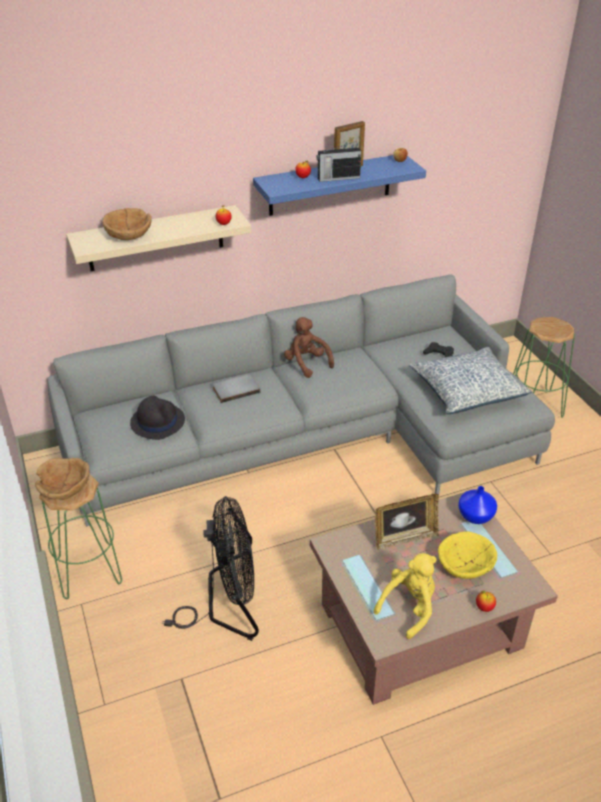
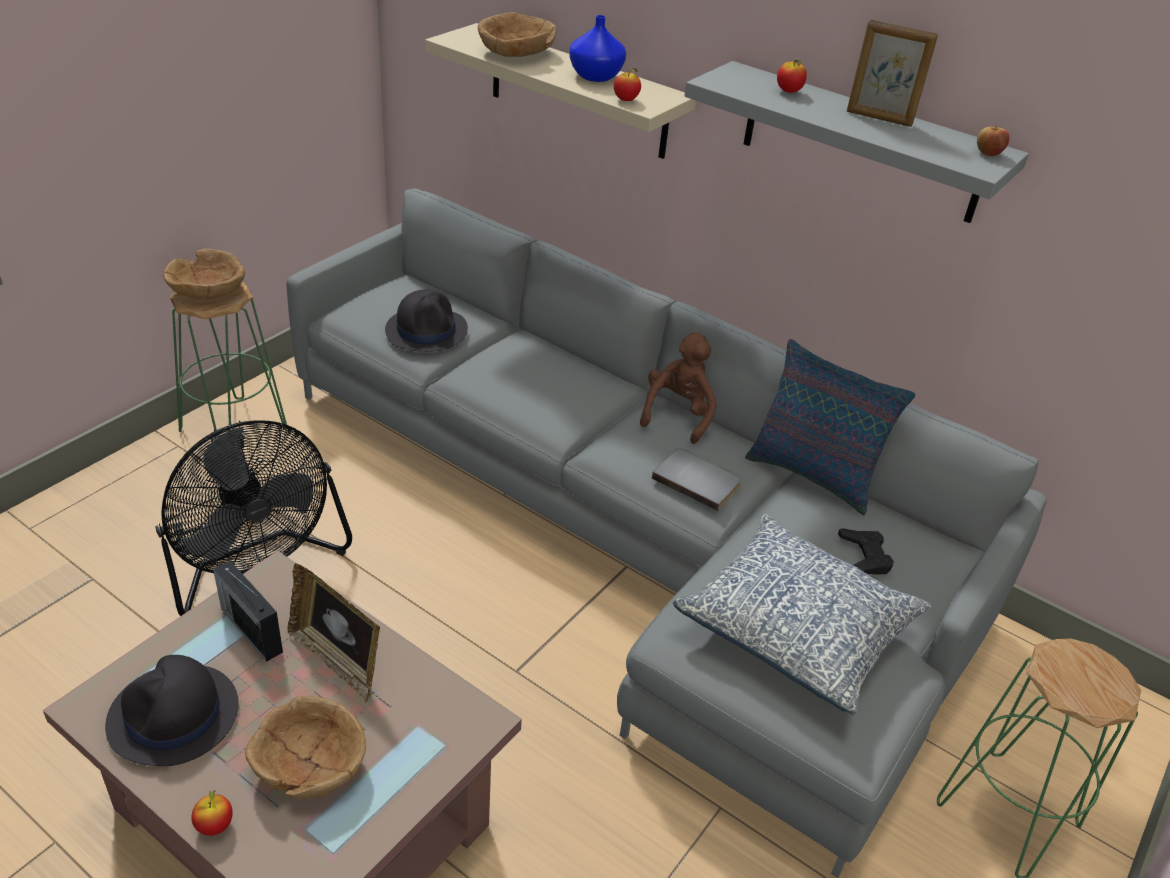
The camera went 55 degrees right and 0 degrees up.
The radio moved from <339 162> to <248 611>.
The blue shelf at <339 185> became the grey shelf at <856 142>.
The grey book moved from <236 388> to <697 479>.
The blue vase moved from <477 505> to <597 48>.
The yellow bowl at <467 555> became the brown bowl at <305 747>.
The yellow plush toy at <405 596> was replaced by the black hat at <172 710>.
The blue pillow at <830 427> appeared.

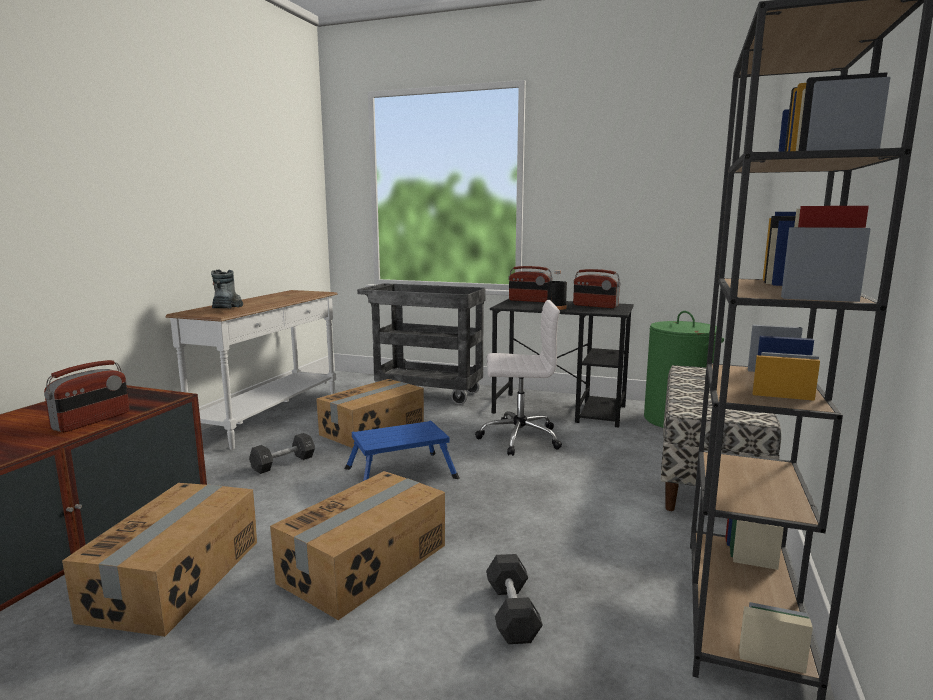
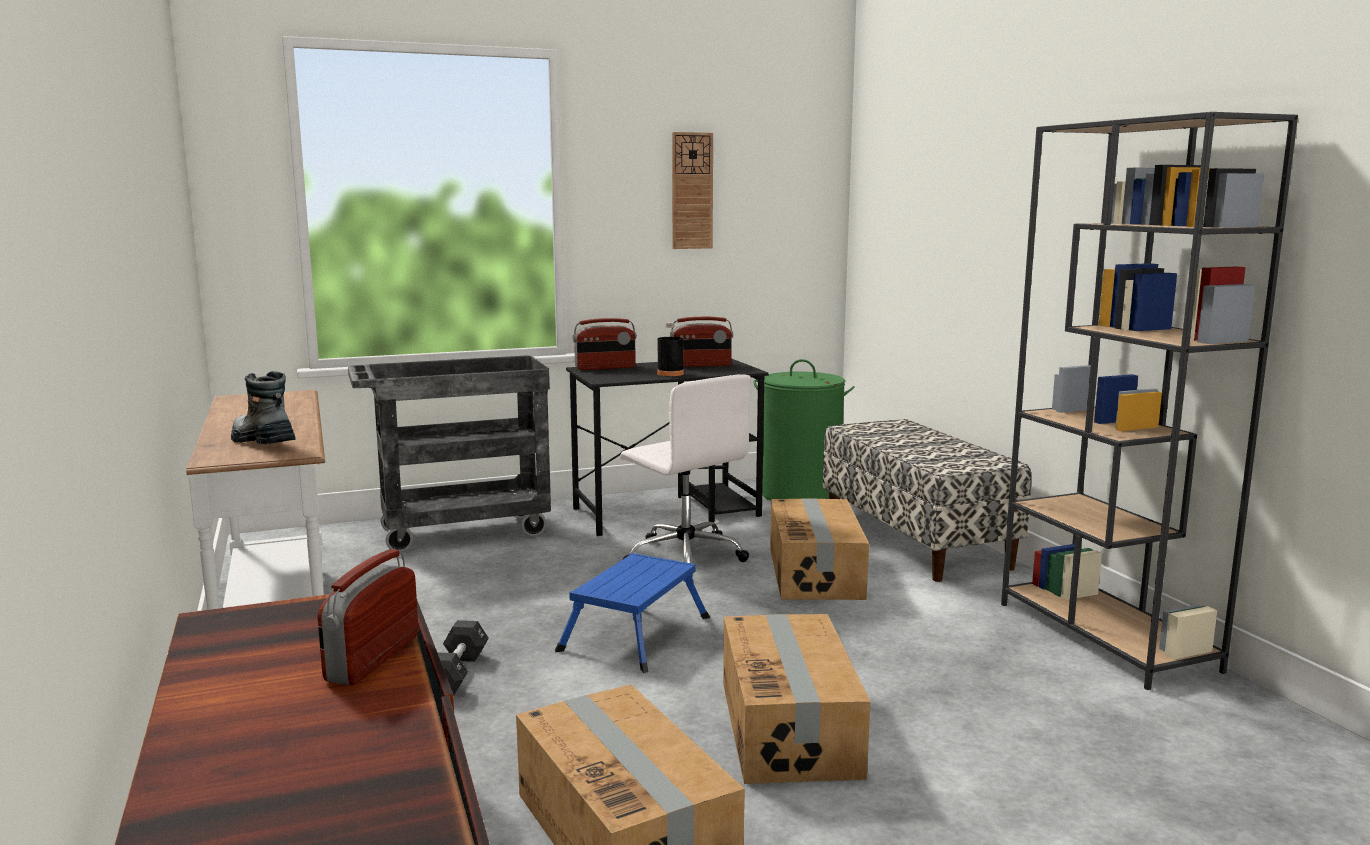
The camera went 40 degrees left and 0 degrees up.
The white office chair at <518 378> turned 90 degrees clockwise.
The radio at <86 396> turned 150 degrees counterclockwise.
The cardboard box moved from <370 413> to <819 549>.
The black dumbbell at <514 599> disappeared.
The wall clock at <692 190> appeared.

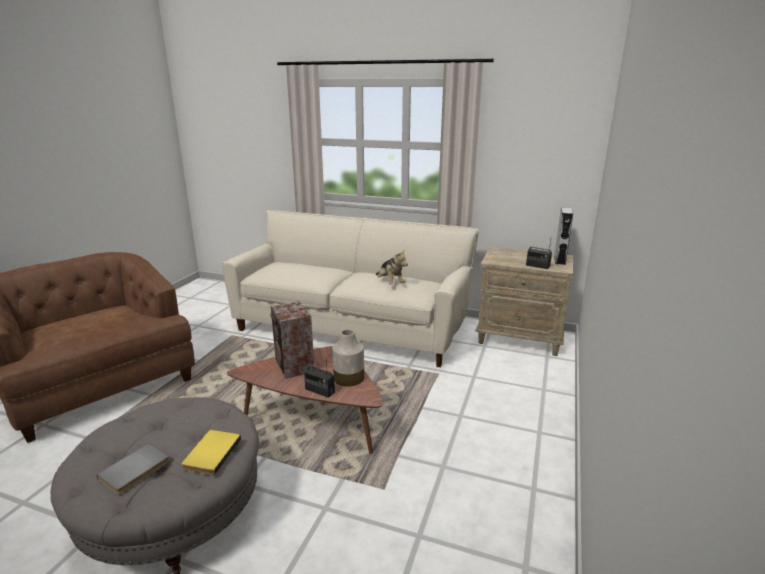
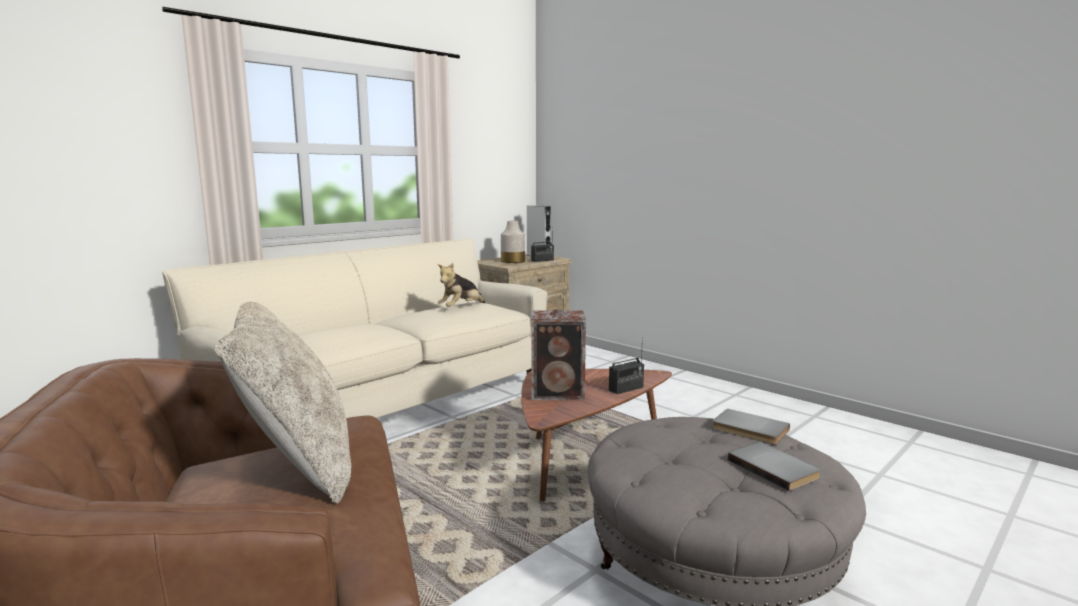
The camera went 65 degrees left and 10 degrees down.
The plush toy at <392 267> turned 135 degrees clockwise.
The beige vase moved from <348 357> to <513 242>.
The yellow book at <211 452> became the grey book at <751 427>.
The beige pillow at <282 402> appeared.

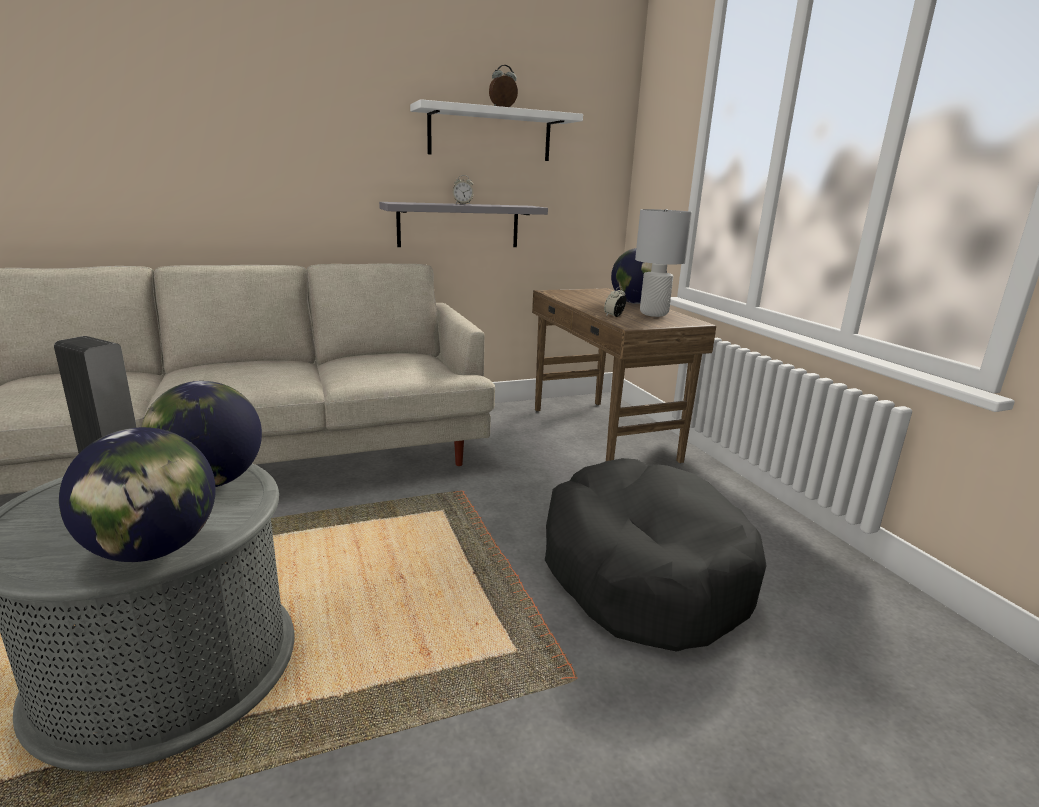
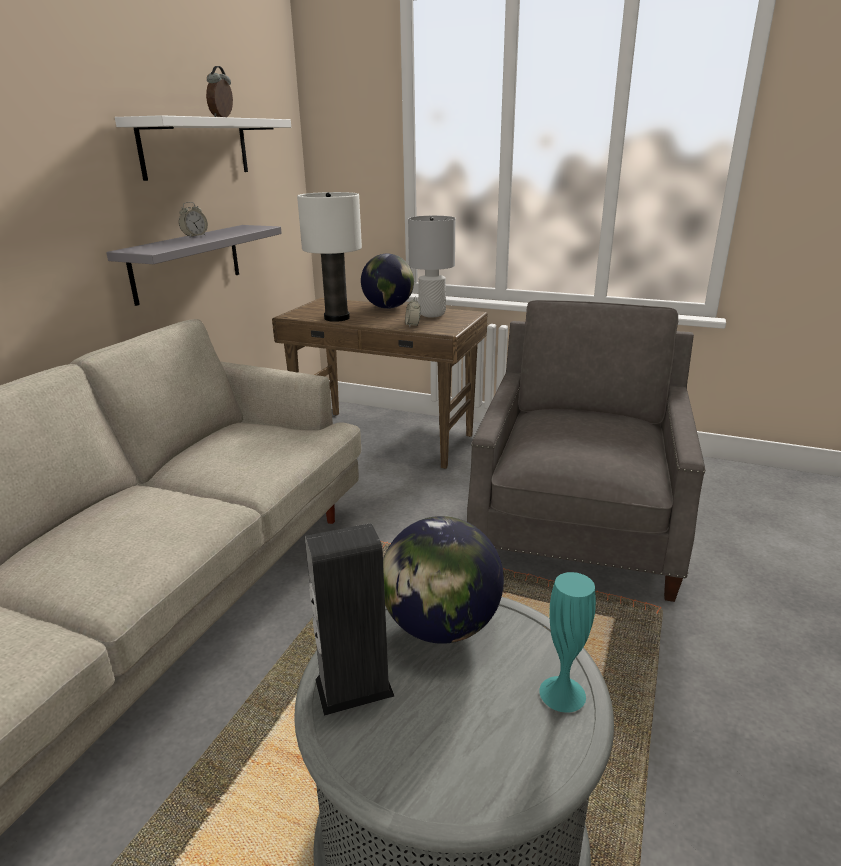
The camera went 45 degrees left and 5 degrees up.
The globe at <137 494> was replaced by the turquoise vase at <567 642>.
The black dog bed at <656 555> was replaced by the grey armchair at <586 451>.
The white table lamp at <329 257> appeared.

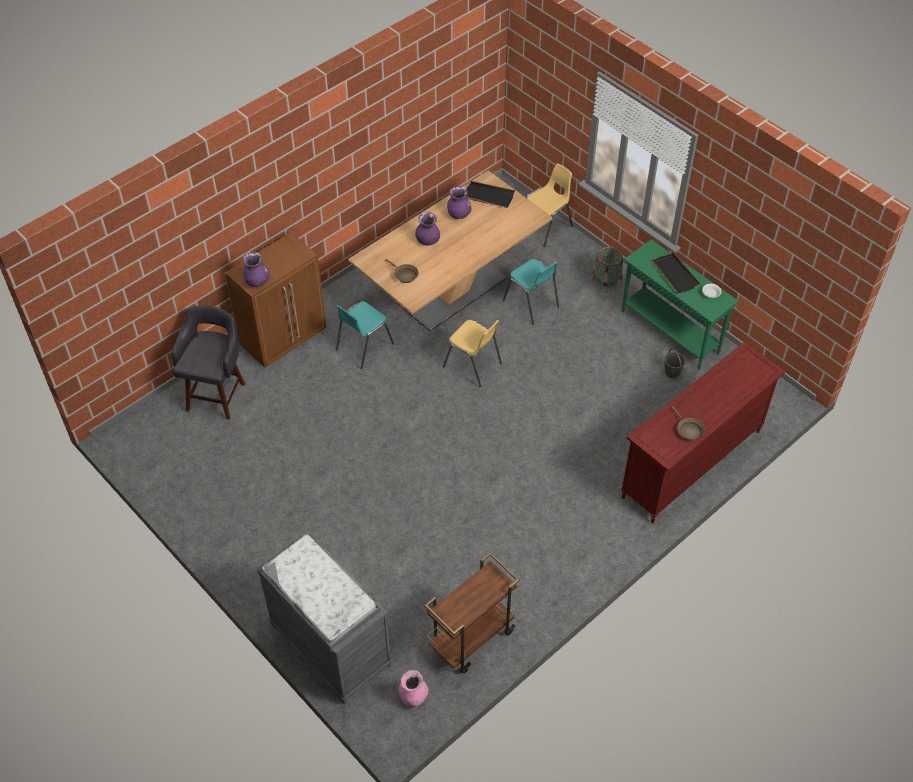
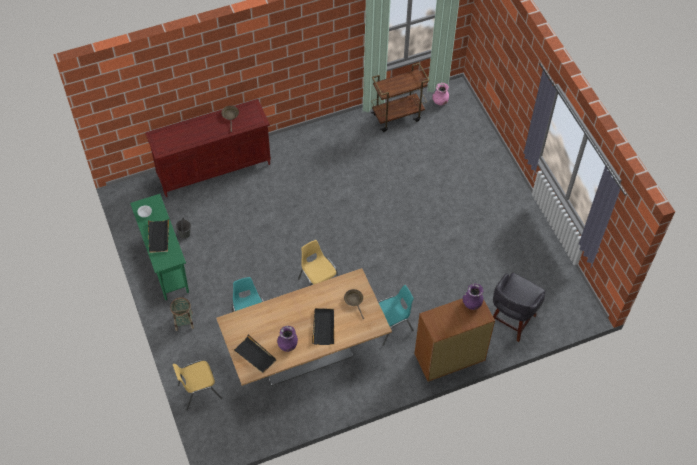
The camera went 160 degrees left and 5 degrees up.
The purple vase at <427 228> was replaced by the black tray at <323 326>.
The grey dresser at <324 618> disappeared.

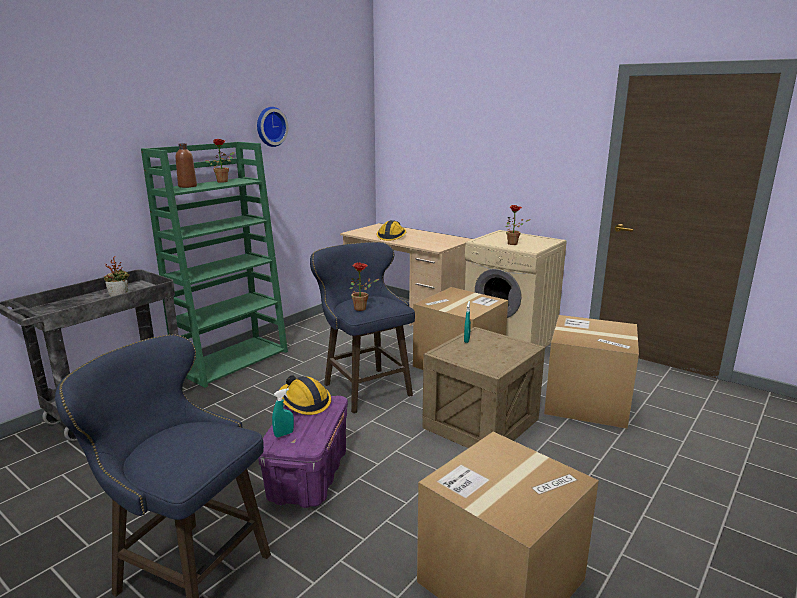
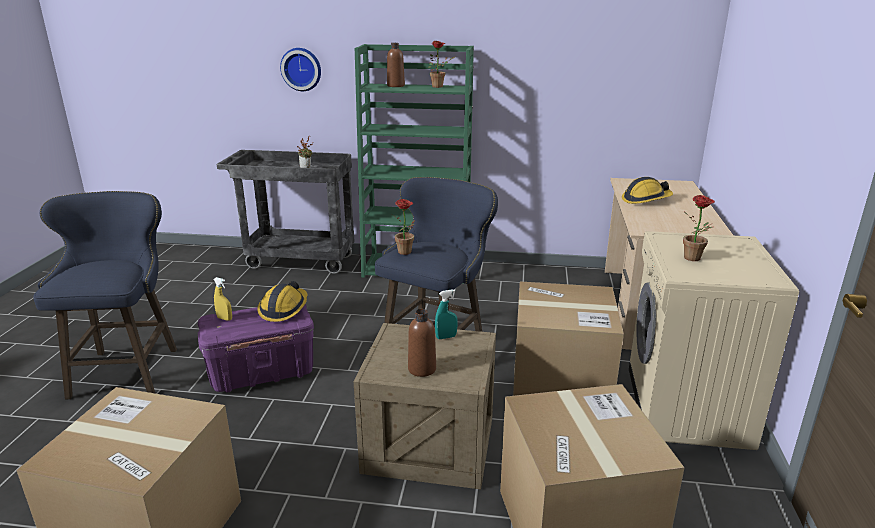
The camera went 60 degrees right and 5 degrees up.
The wall clock moved from <273 127> to <300 69>.
The turquoise spray bottle at <283 412> became the yellow spray bottle at <222 299>.
The brown bottle at <422 343> appeared.

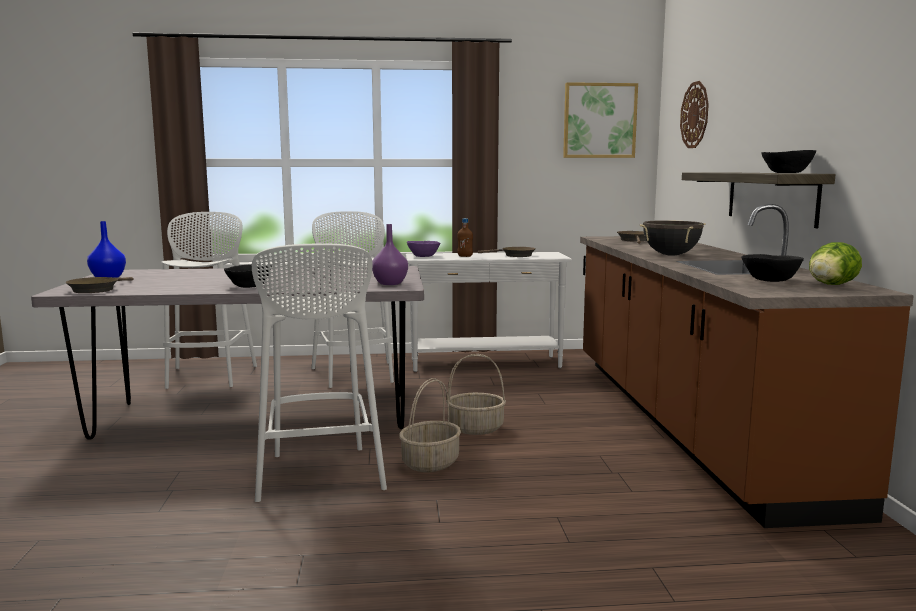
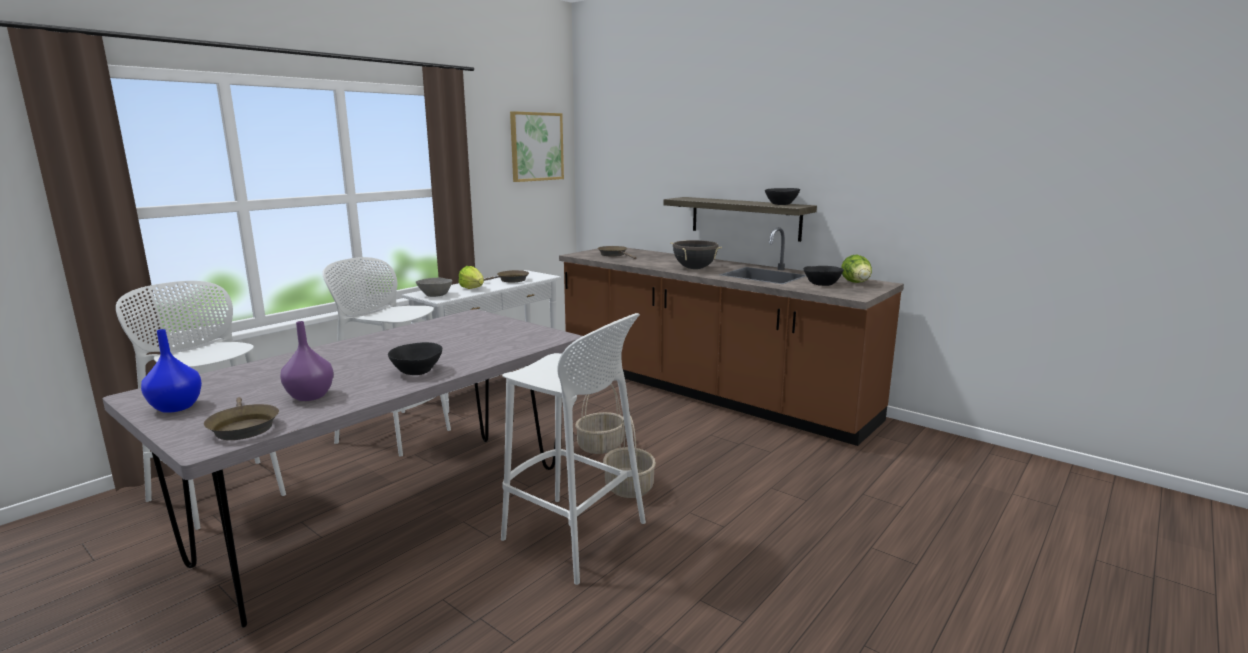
The camera went 45 degrees left and 5 degrees up.
The wall clock at <694 114> disappeared.
The brown bottle at <465 237> was replaced by the lettuce at <471 277>.
The purple vase moved from <390 254> to <307 361>.
The purple bowl at <423 249> became the grey bowl at <434 287>.

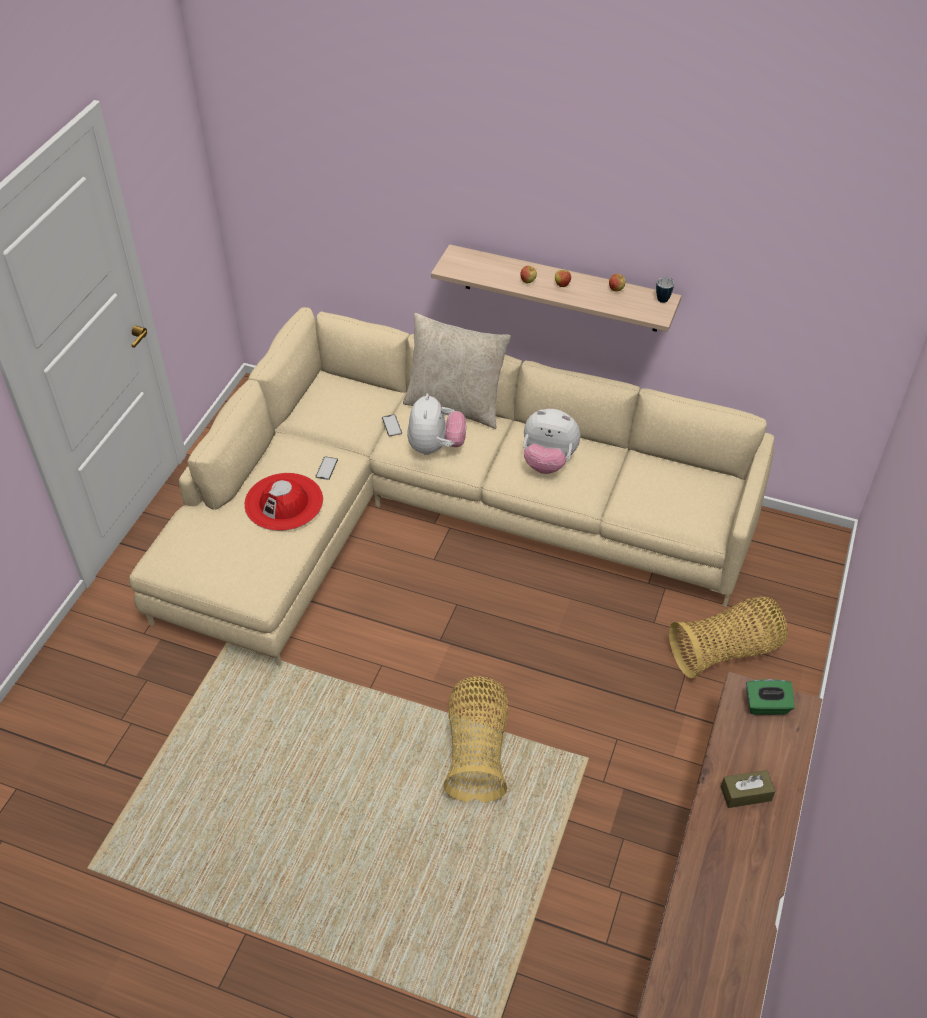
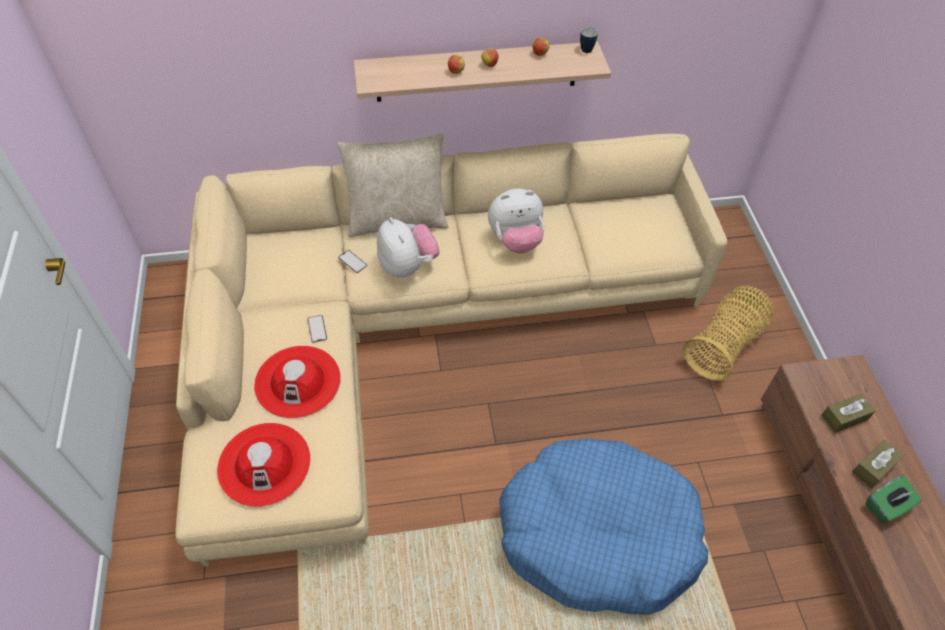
The camera went 30 degrees left and 5 degrees up.
The basket at <475 740> was replaced by the blue dog bed at <603 526>.
The green tissue box moved from <770 697> to <894 499>.
The brown tissue box at <848 413> appeared.
The red hat at <264 465> appeared.

